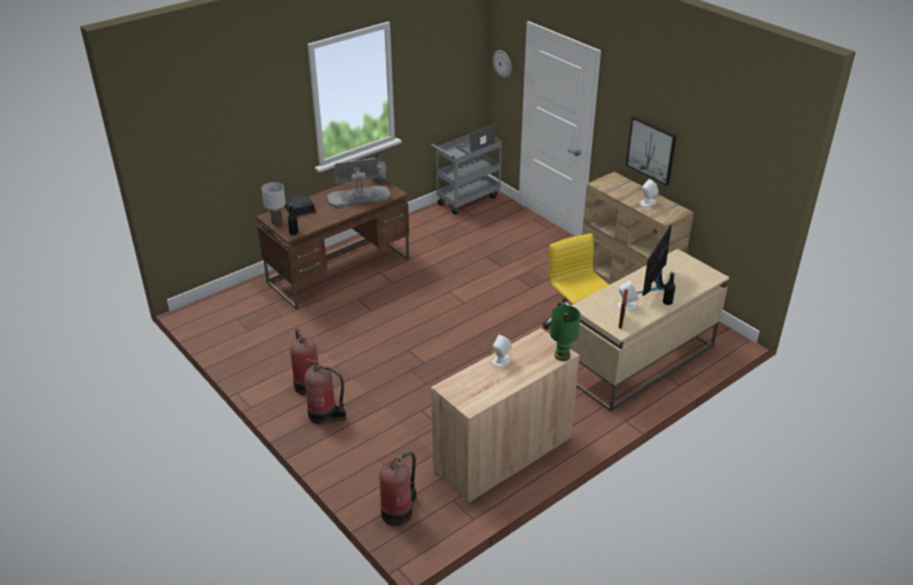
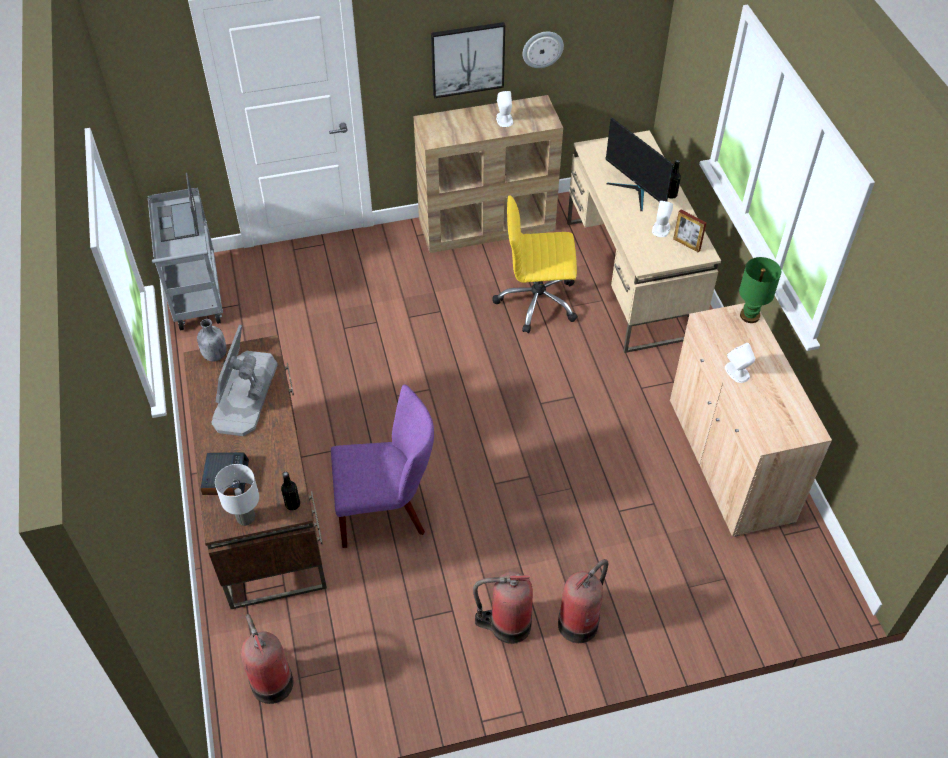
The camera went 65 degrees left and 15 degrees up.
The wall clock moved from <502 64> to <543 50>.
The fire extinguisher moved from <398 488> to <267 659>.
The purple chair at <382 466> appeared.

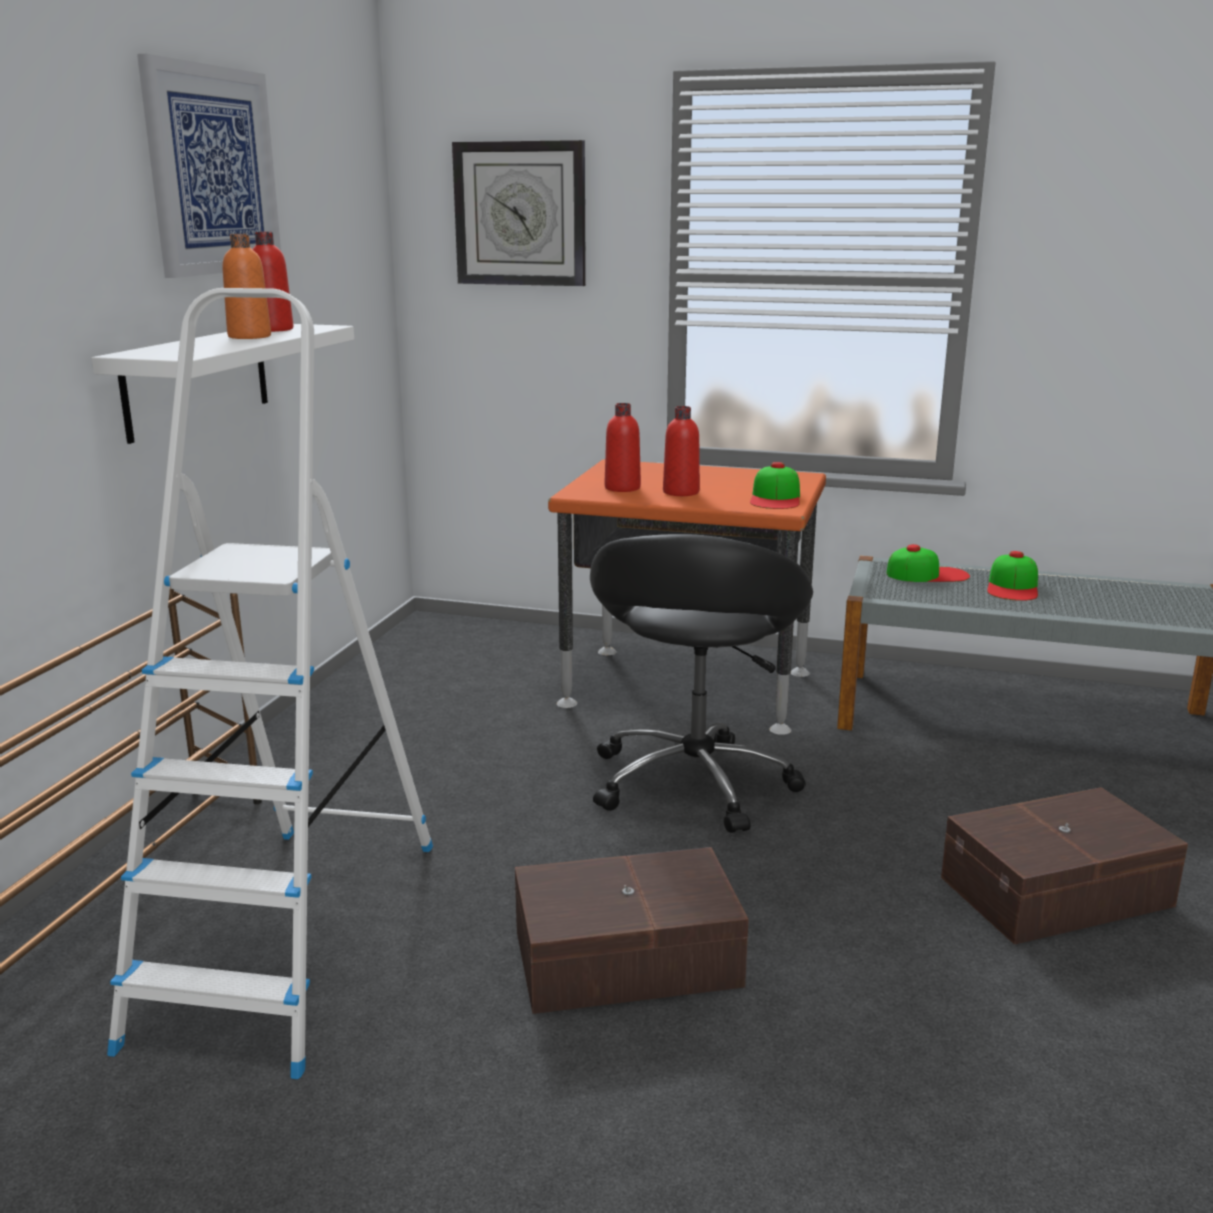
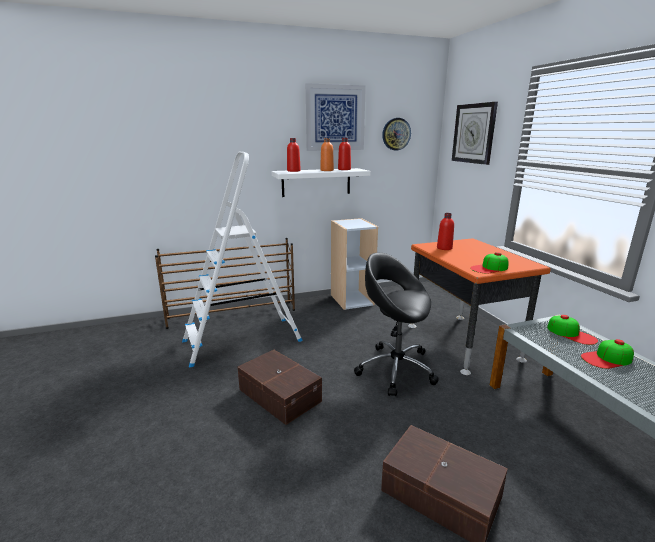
The camera went 55 degrees right and 0 degrees up.
The red bottle moved from <681 451> to <294 155>.
The black office chair at <701 683> turned 45 degrees clockwise.
The wall clock at <396 134> appeared.
The bookcase at <354 264> appeared.

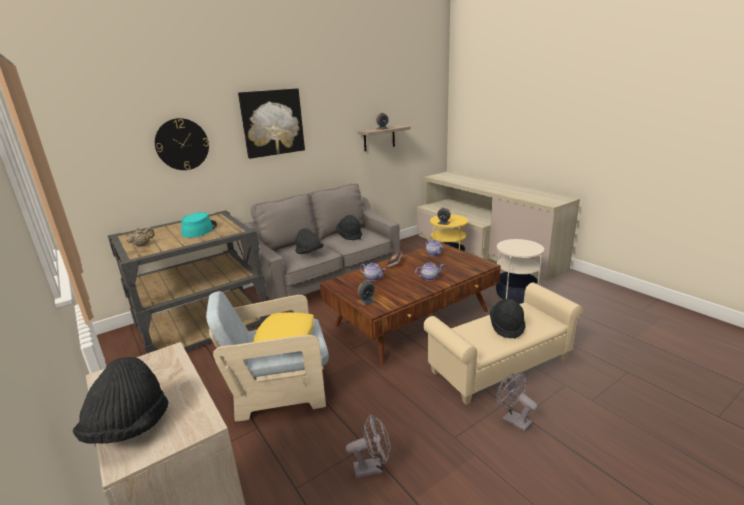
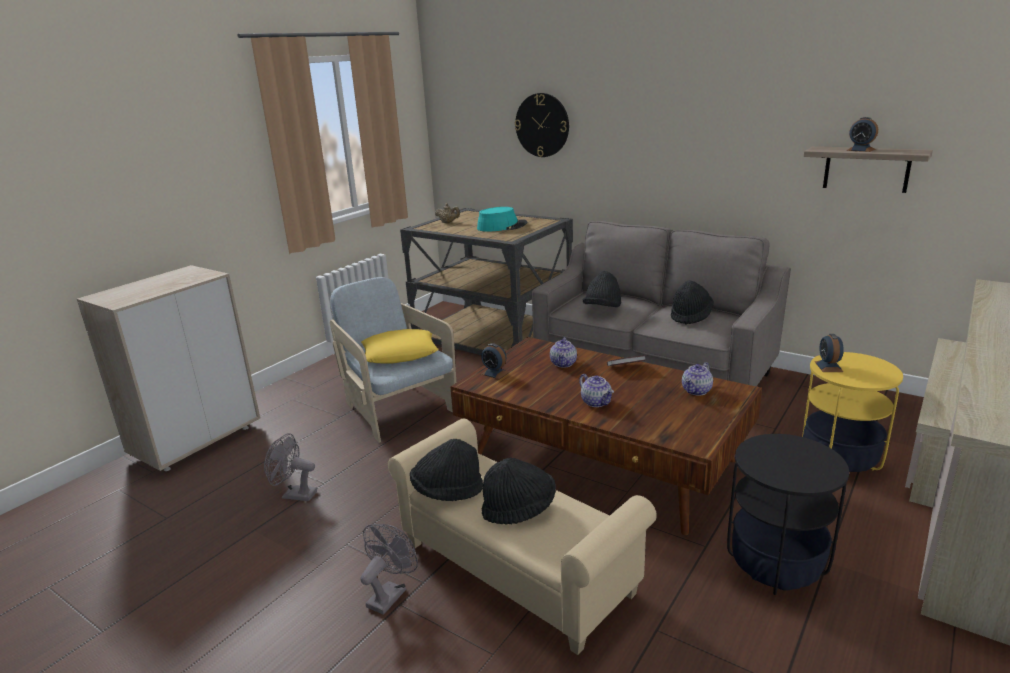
The camera went 70 degrees right and 0 degrees up.
The picture at <271 123> disappeared.
The beige side table at <520 271> became the black side table at <788 514>.
The black hat moved from <120 400> to <446 470>.
The grey fan at <368 446> turned 135 degrees clockwise.

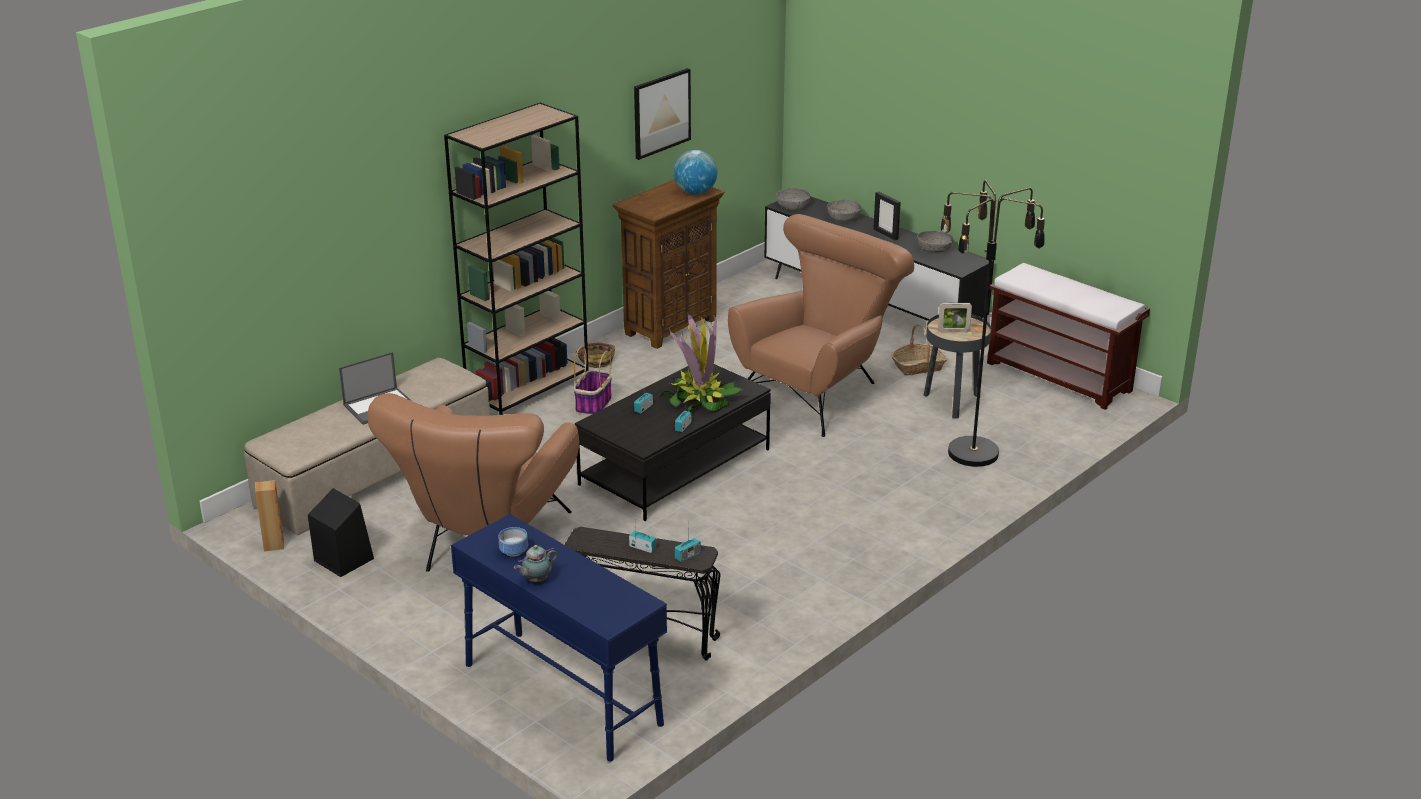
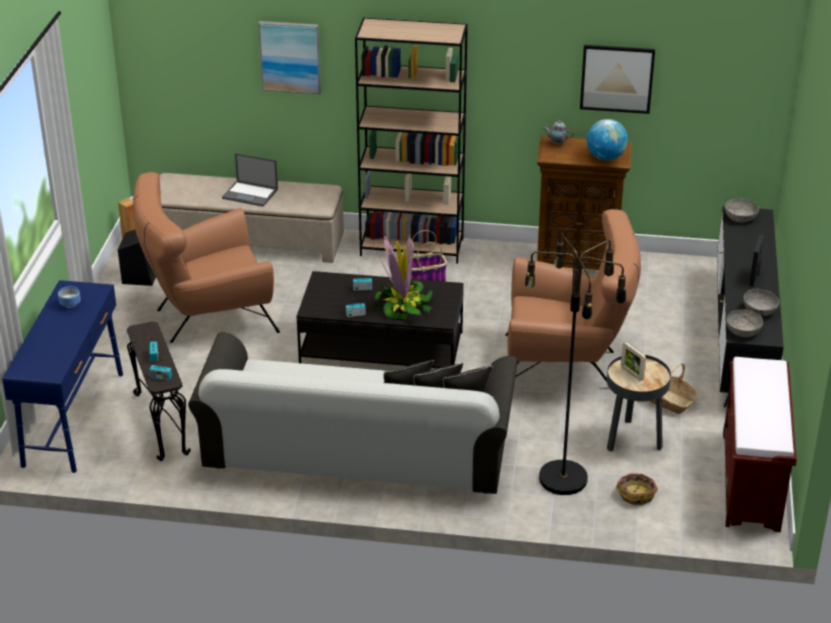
The camera went 55 degrees right and 5 degrees up.
The grey bowl moved from <844 210> to <745 323>.
The basket moved from <595 355> to <637 489>.
The teapot moved from <535 563> to <558 132>.
The picture at <289 57> appeared.
The white sofa at <352 413> appeared.

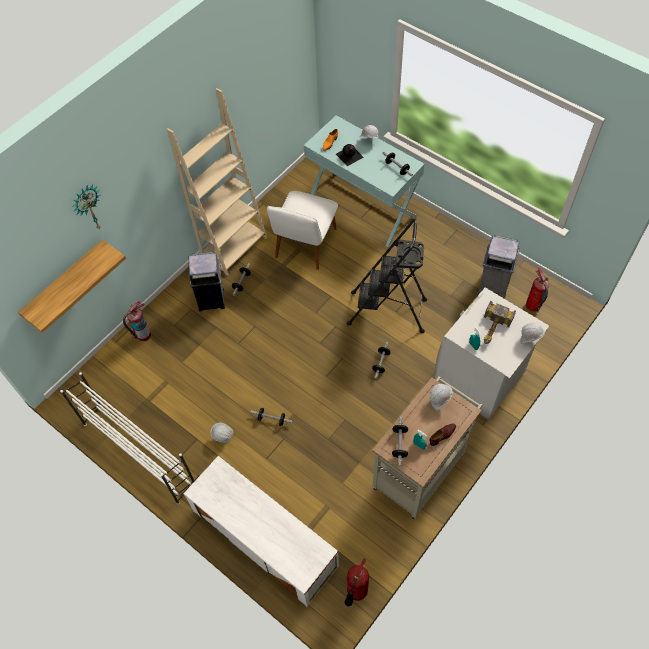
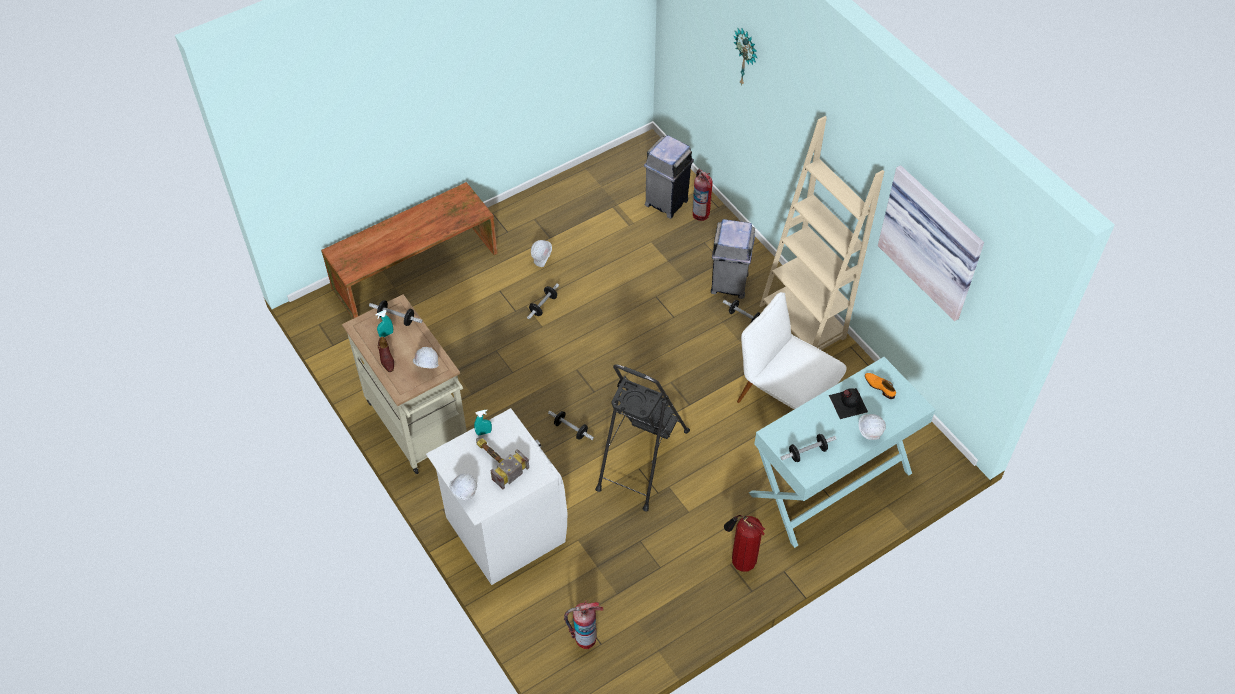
The camera went 105 degrees right and 5 degrees down.
The grey trash can moved from <499 266> to <669 177>.
The shelf at <72 286> disappeared.
The white shoe rack at <127 438> disappeared.
The white bench at <261 531> became the brown bench at <409 250>.
The fire extinguisher moved from <356 582> to <744 543>.
The picture at <931 243> appeared.

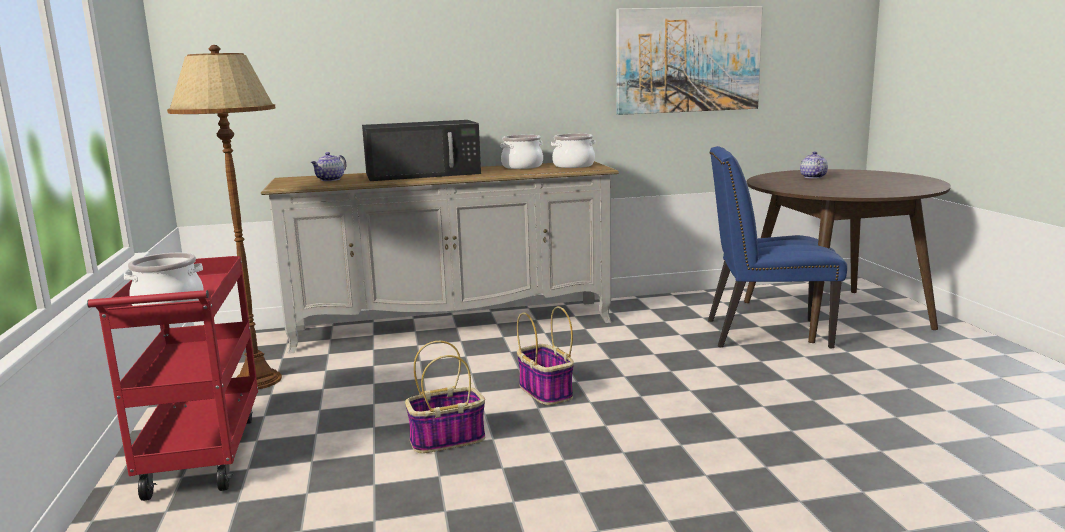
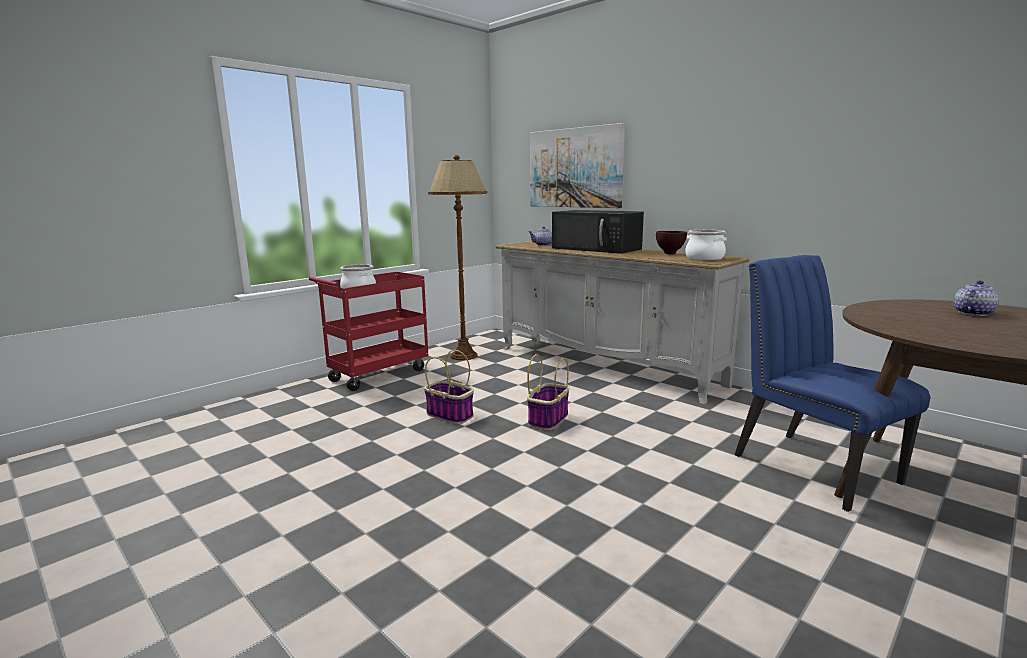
The camera went 55 degrees right and 0 degrees up.
The picture moved from <689 60> to <577 165>.
The cooking pot at <522 152> was replaced by the brown bowl at <671 242>.

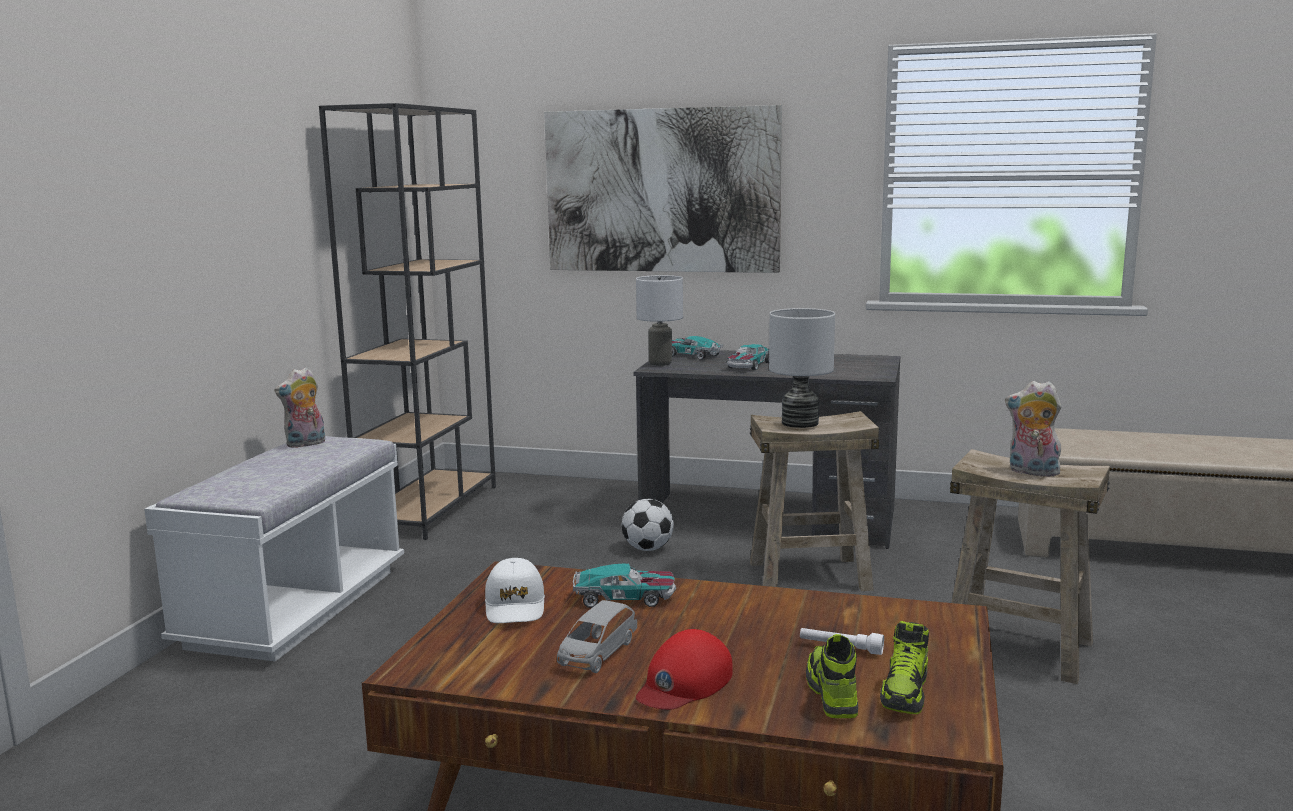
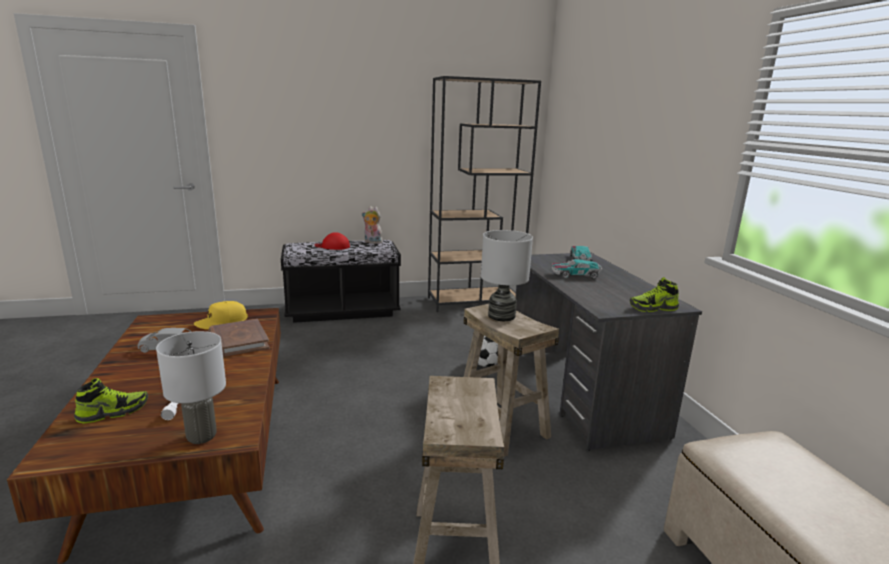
The camera went 60 degrees right and 5 degrees up.
The picture at <663 189> disappeared.
The white table lamp moved from <659 320> to <191 387>.
The plush toy at <1033 428> disappeared.
The white bench at <274 548> became the black bench at <341 281>.
The white cap at <515 590> became the yellow cap at <221 315>.
The toy car at <624 585> was replaced by the brown book at <238 338>.
The shoe moved from <904 667> to <654 294>.
The red cap moved from <684 669> to <332 241>.

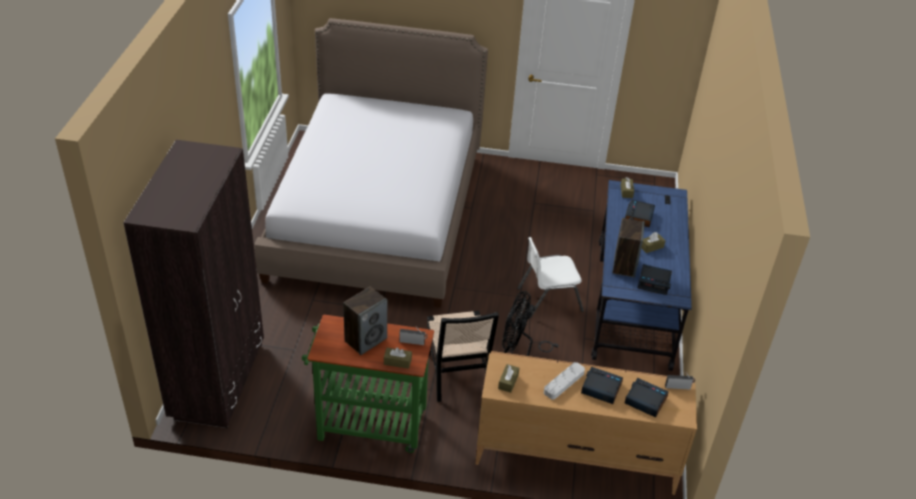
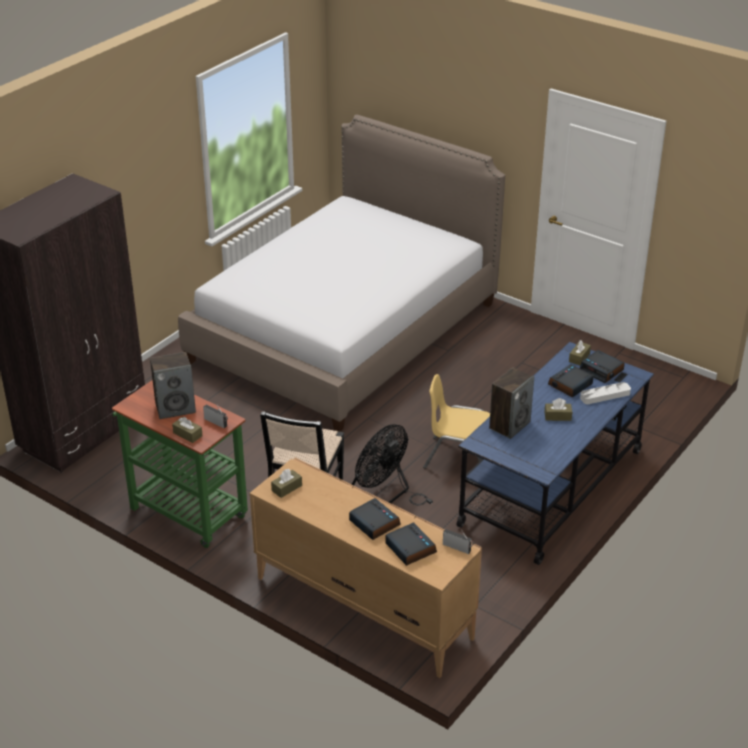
The camera went 30 degrees right and 5 degrees down.
The white chair at <550 277> became the yellow chair at <456 421>.
The alarm clock moved from <655 279> to <602 366>.
The grey tray moved from <564 380> to <605 393>.

